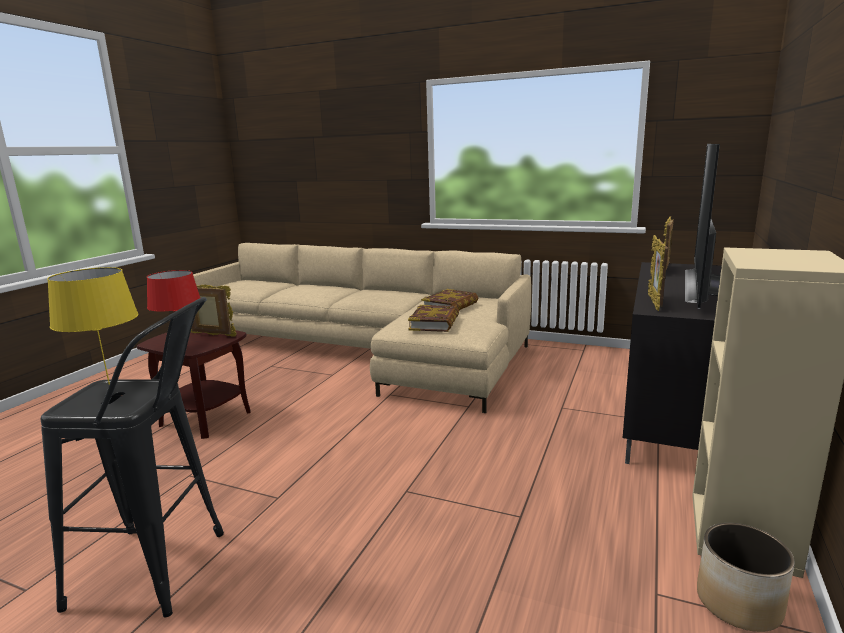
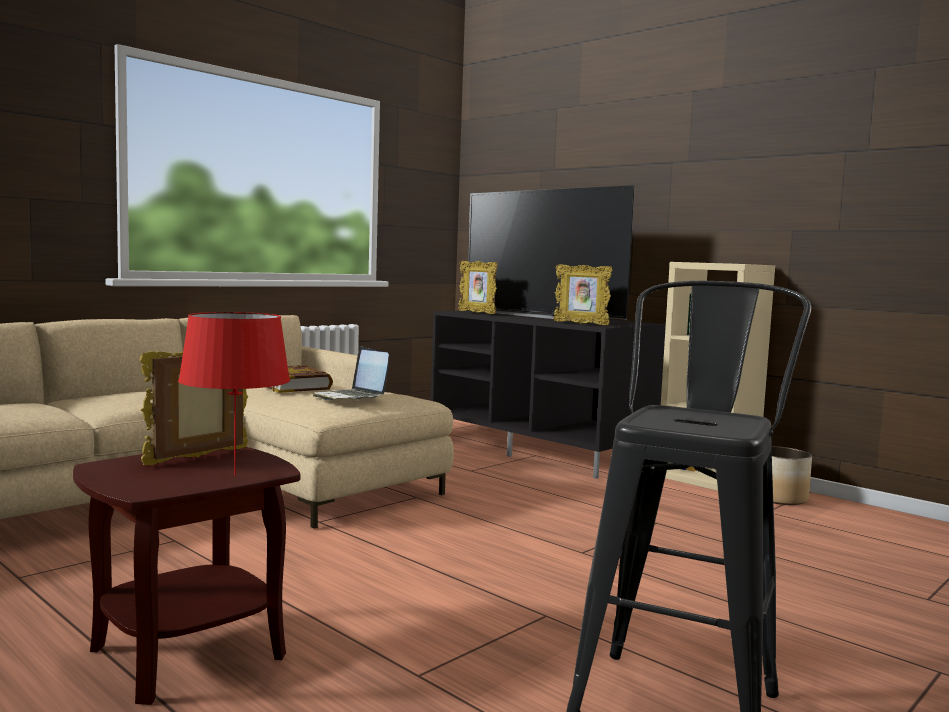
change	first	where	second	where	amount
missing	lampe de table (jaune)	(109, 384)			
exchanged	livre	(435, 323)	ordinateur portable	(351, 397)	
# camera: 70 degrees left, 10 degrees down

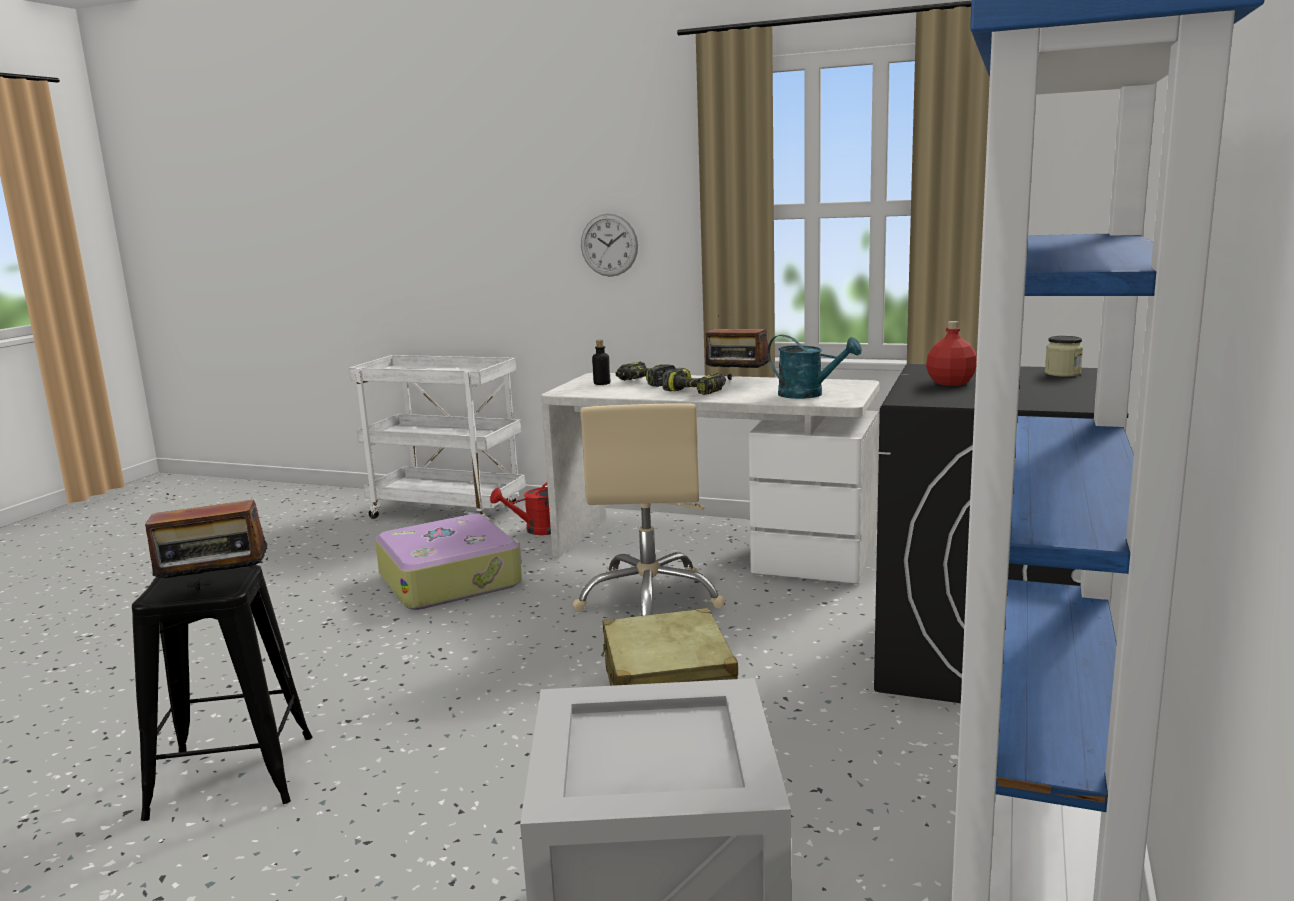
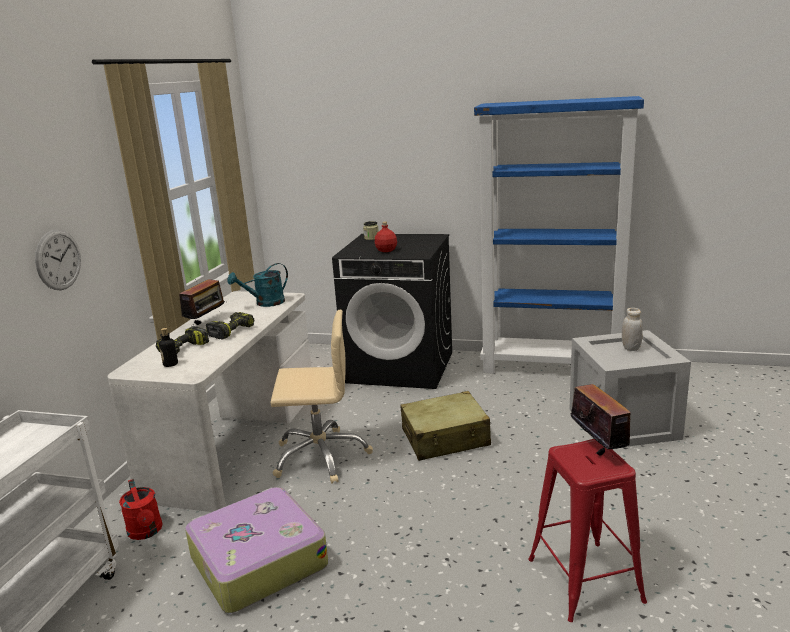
change	first	where	second	where	amount
colour	tabouret (noir)	(232, 776)	tabouret (rouge)	(584, 580)	
spun	arrosoir (turquoise)	(808, 394)		(265, 303)	150 degrees counterclockwise
appeared			bocal (blanc)	(631, 348)	
# camera: 95 degrees left, 5 degrees up

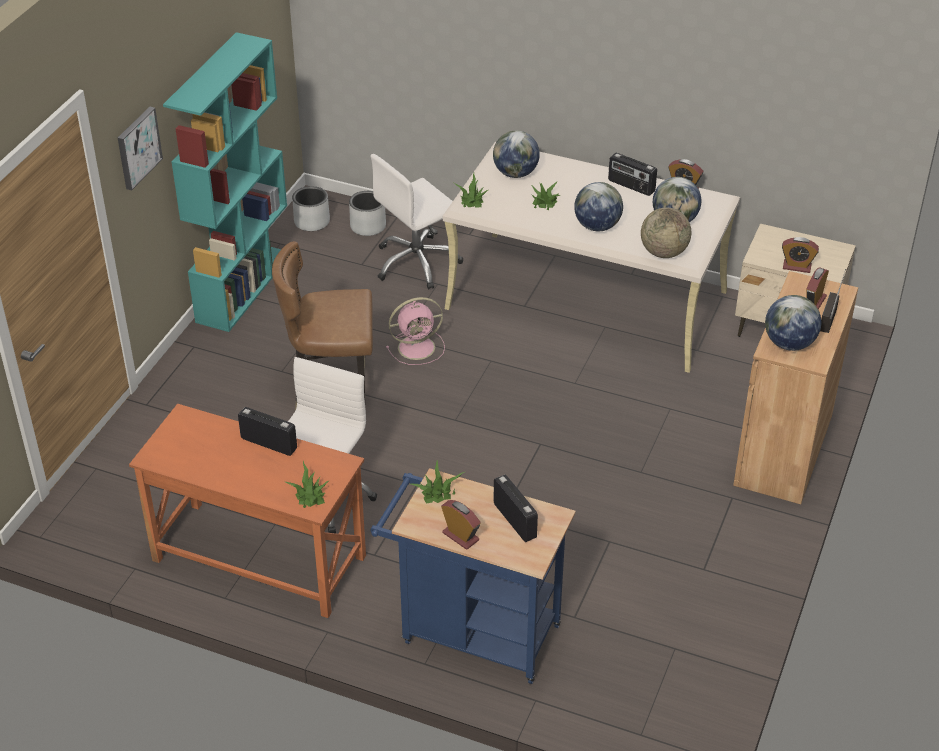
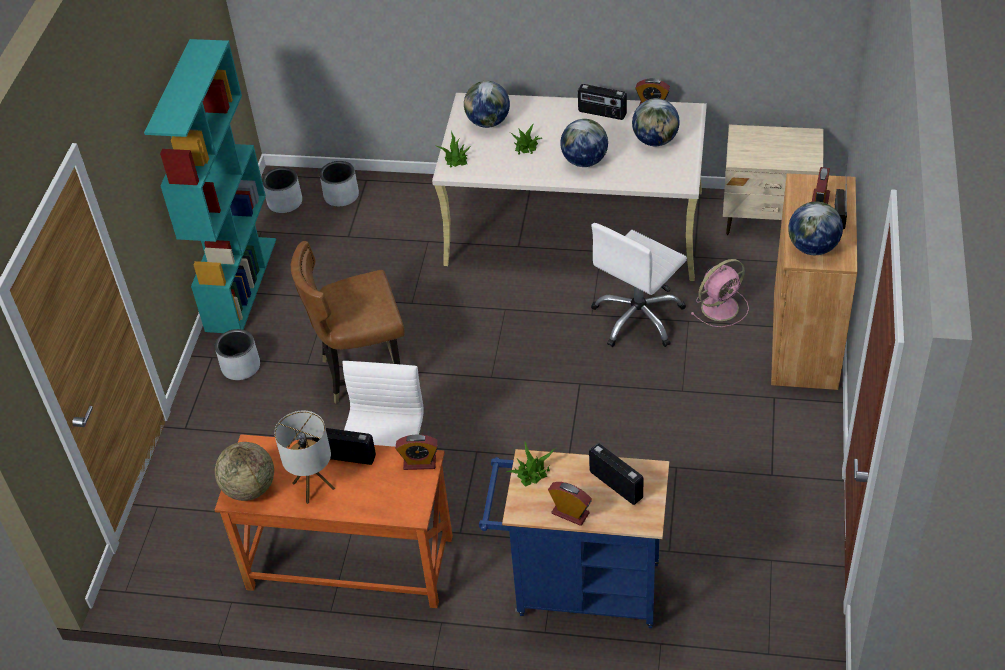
change	first	where	second	where	amount
missing	tableau	(137, 147)			
missing	plante en pot	(310, 495)			
relocated	chaise de bureau (blanc)	(417, 263)		(638, 318)	
relocated	ventilateur (rose)	(418, 347)		(721, 307)	
relocated	globe	(663, 252)		(249, 488)	
relocated	réveil	(797, 267)		(419, 463)	
appeared			cache-pot (gris)	(241, 366)	
appeared			lampe de table	(313, 485)	
# camera: 10 degrees left, 5 degrees up

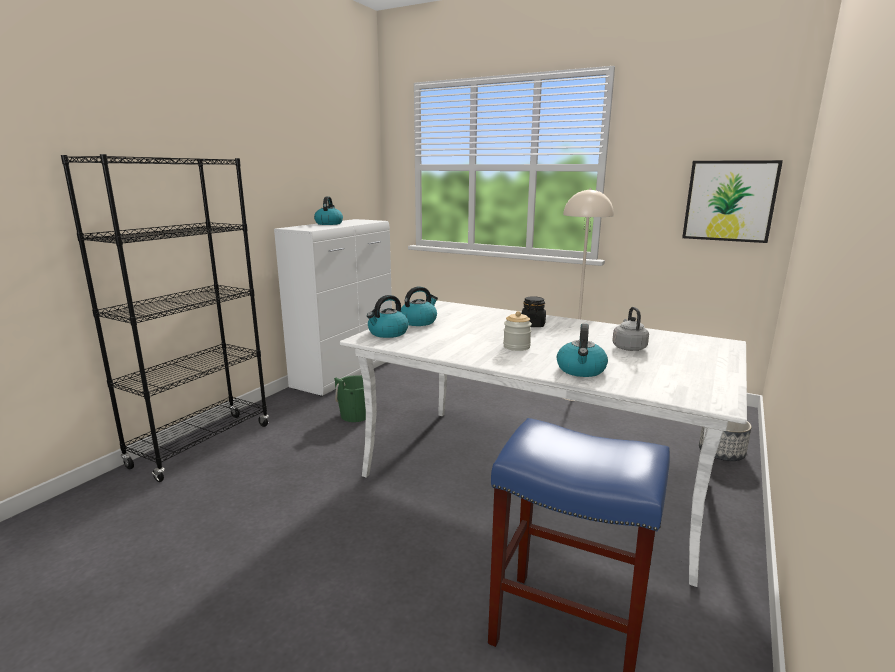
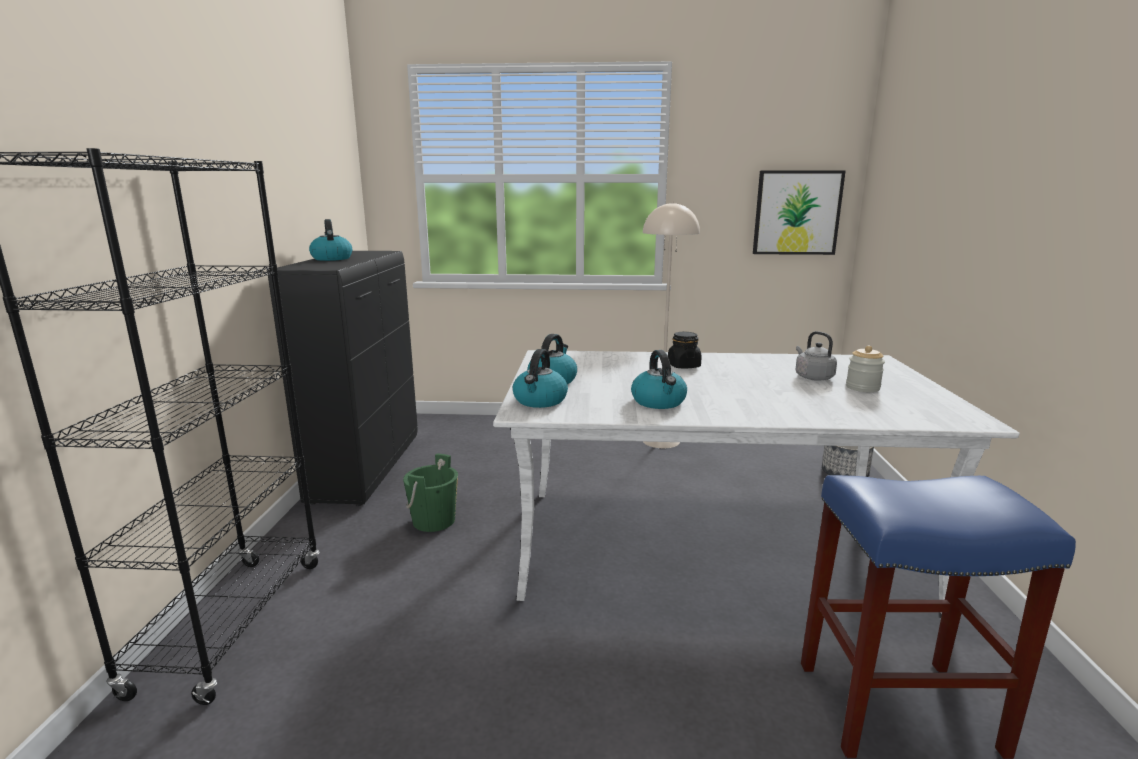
change	first	where	second	where	amount
colour	meuble de rangement (blanc)	(345, 374)	meuble de rangement (noir)	(367, 468)	
relocated	bocal	(516, 347)		(862, 387)	
relocated	bouilloire	(581, 370)		(659, 402)	
# camera: 25 degrees left, 0 degrees up

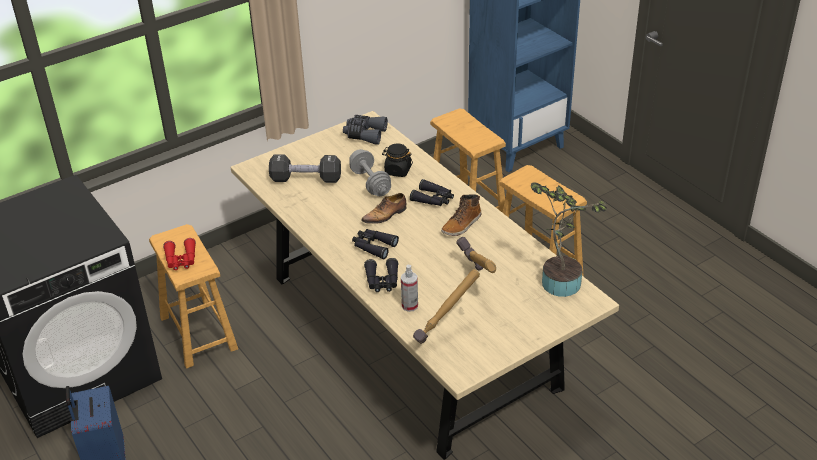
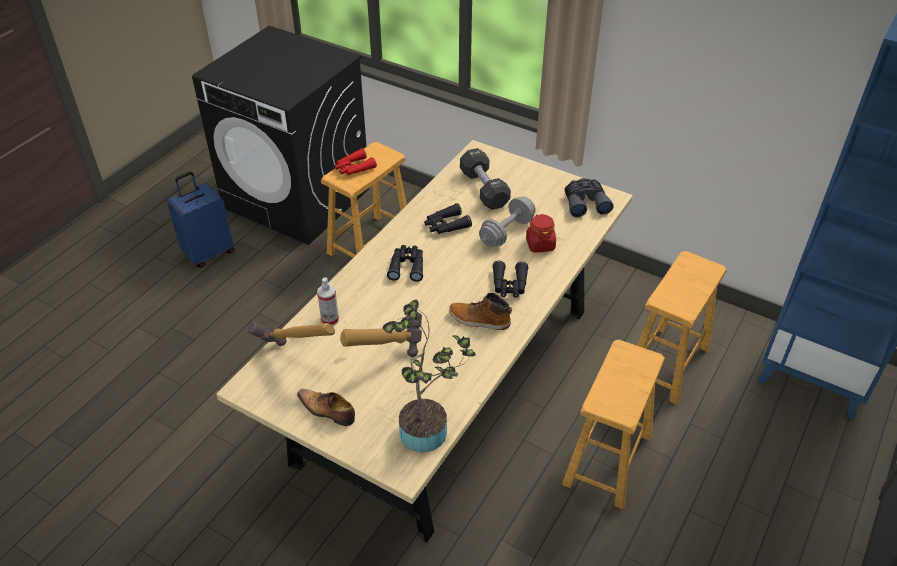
change	first	where	second	where	amount
relocated	chaussure	(385, 215)		(327, 411)	
relocated	jumelles (noir)	(382, 281)		(446, 225)	
colour	bocal (noir)	(397, 171)	bocal (rouge)	(540, 244)	
# camera: 65 degrees right, 5 degrees up

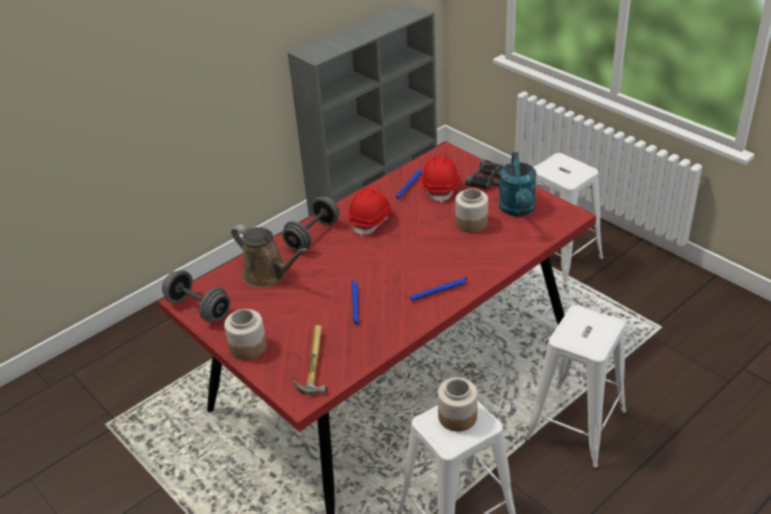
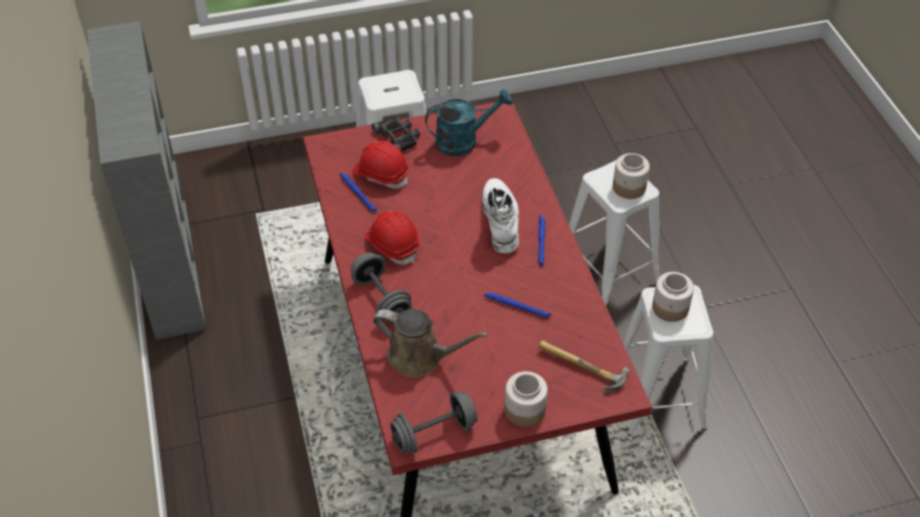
change	first	where	second	where	amount
spun	arrosoir (marron)	(268, 275)		(420, 357)	45 degrees clockwise
relocated	bocal	(471, 223)		(629, 187)	
spun	arrosoir (turquoise)	(518, 210)		(464, 140)	45 degrees counterclockwise
appeared			botte (blanc)	(500, 219)	
# camera: 65 degrees left, 10 degrees up

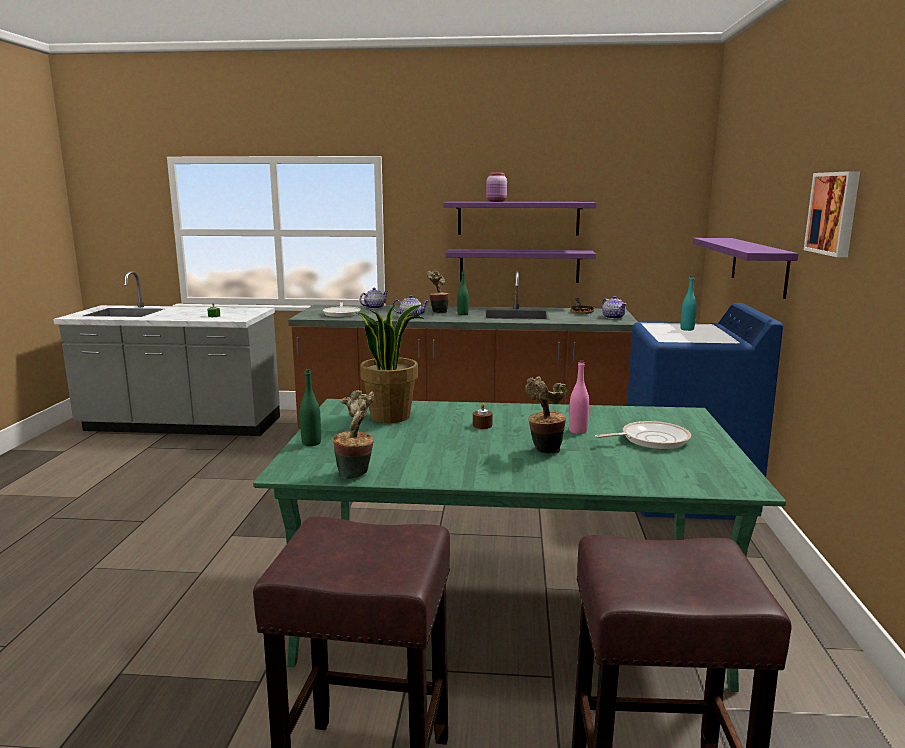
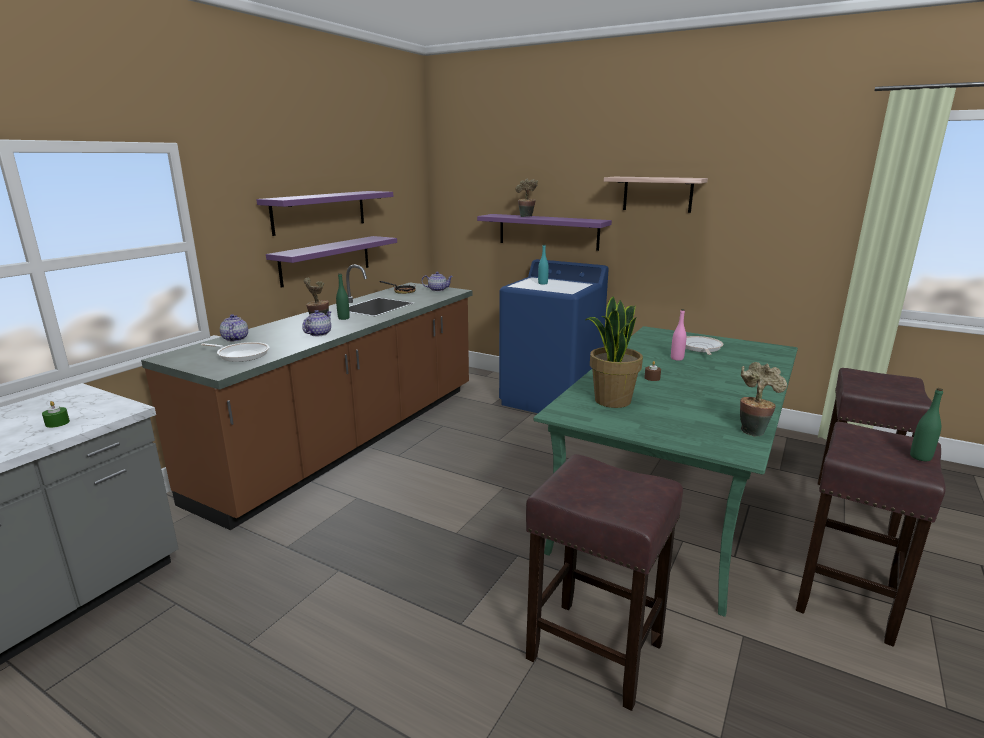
change	first	where	second	where	amount
relocated	bouteille (vert)	(311, 443)		(920, 457)	
missing	bocal (rose)	(496, 201)			
relocated	plante en pot	(544, 451)		(526, 217)	
exchanged	tableau	(835, 213)	étagère	(657, 194)	
appeared			tabouret (marron)	(592, 650)	
# camera: 65 degrees left, 5 degrees up

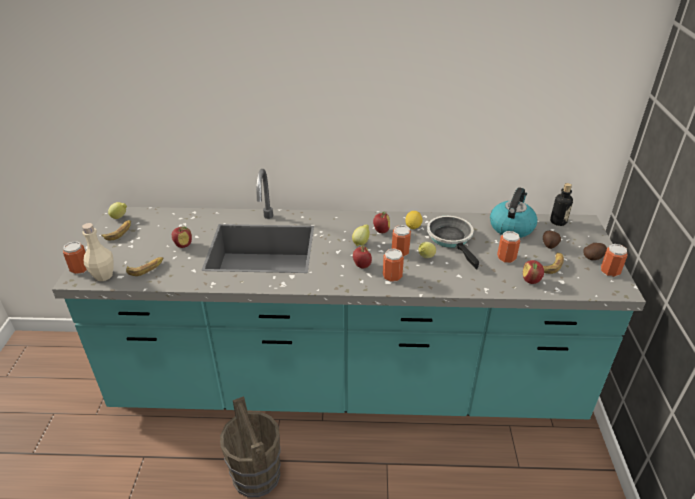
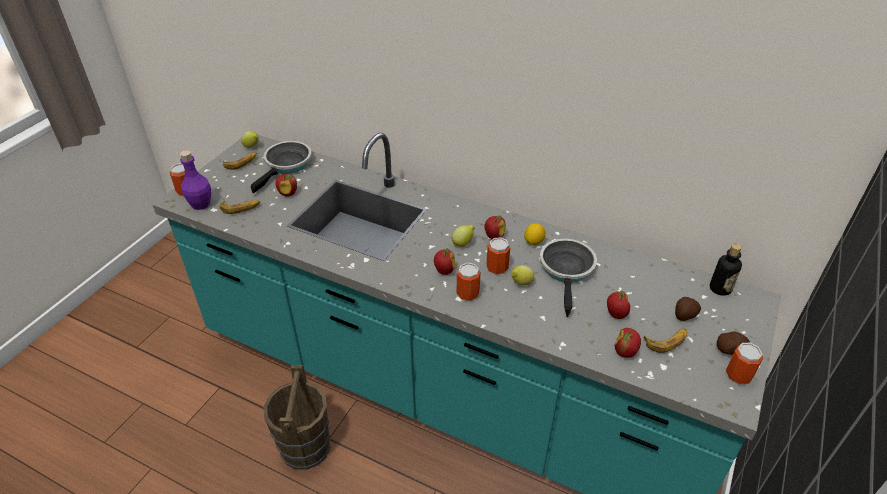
change	first	where	second	where	amount
colour	bouteille (beige)	(103, 275)	bouteille (violet)	(201, 204)	
missing	bouilloire	(511, 227)			
exchanged	boîte métallique	(506, 258)	pomme	(616, 314)	
appeared			poêle	(286, 165)	
# camera: 25 degrees right, 5 degrees up

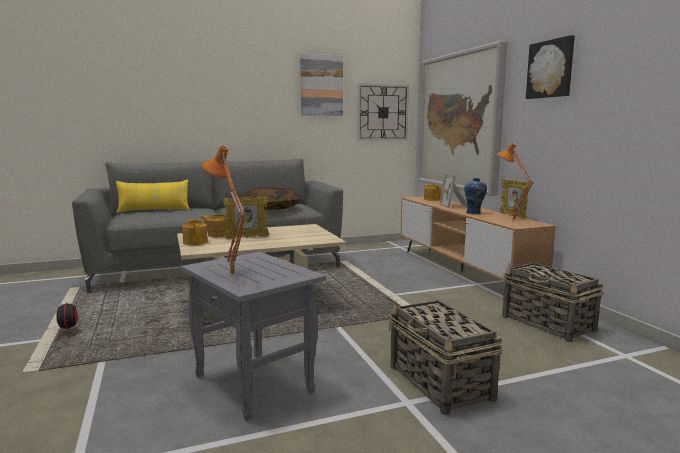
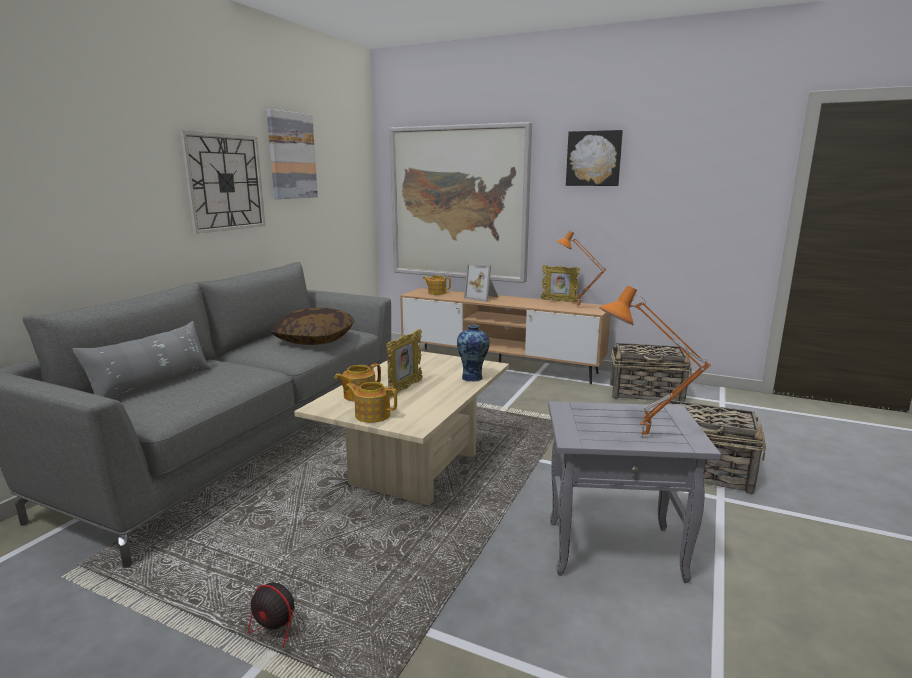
change	first	where	second	where	amount
colour	coussin (jaune)	(154, 210)	coussin (gris)	(153, 385)	
relocated	horloge murale	(382, 112)		(225, 182)	
relocated	vase	(474, 213)		(473, 377)	
# camera: 45 degrees left, 5 degrees up

